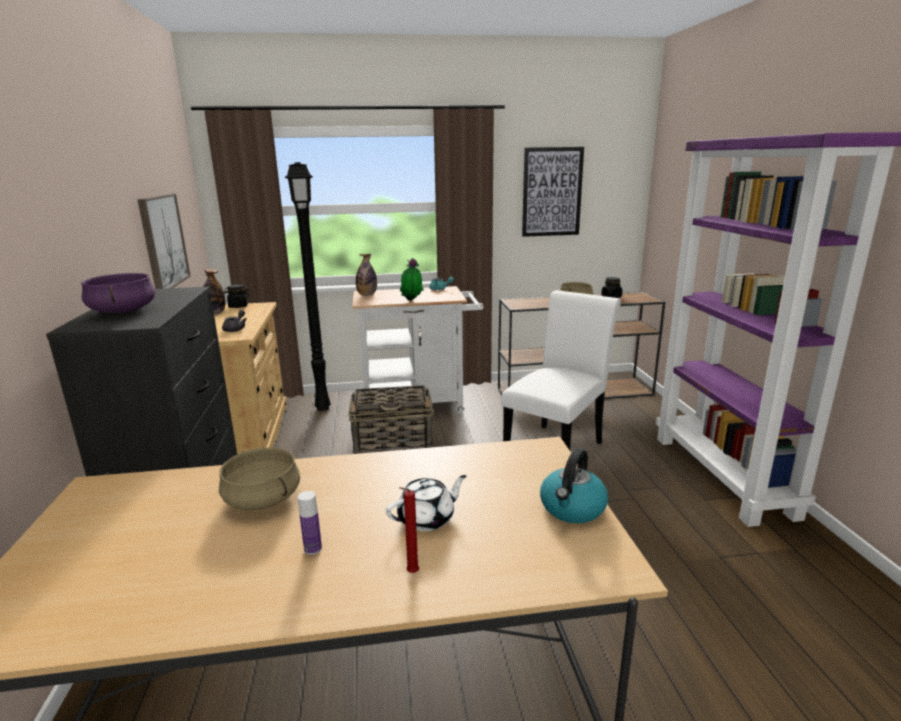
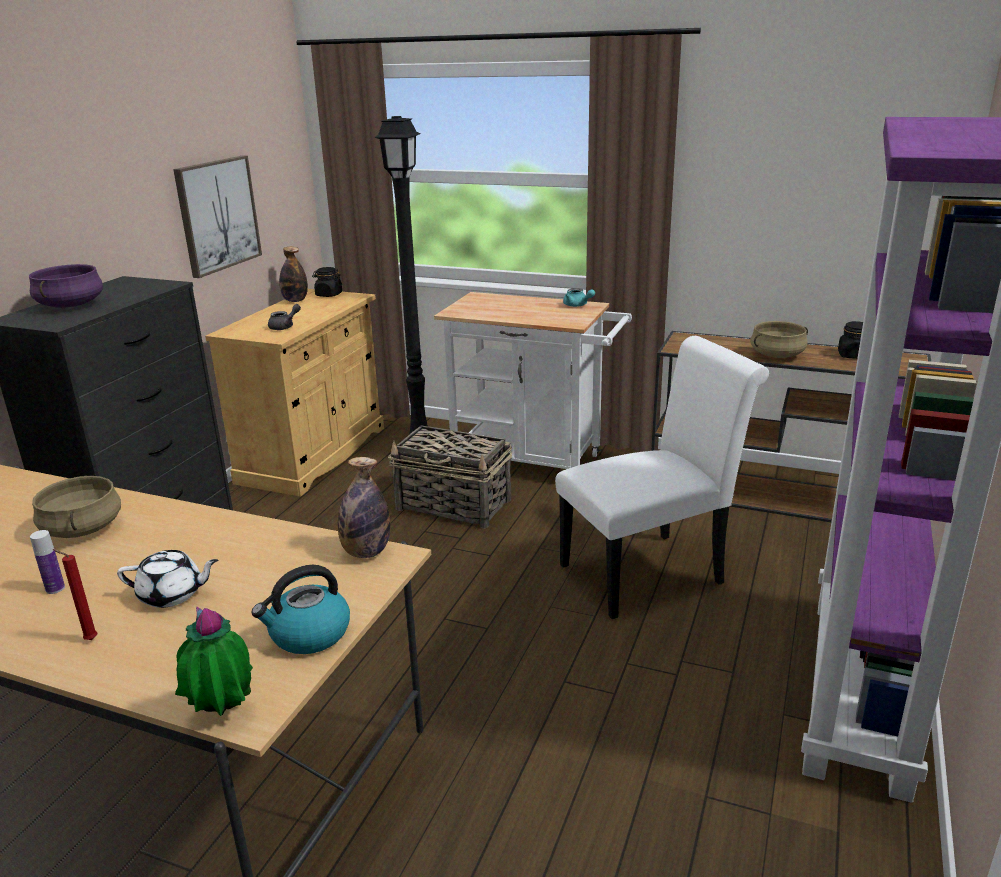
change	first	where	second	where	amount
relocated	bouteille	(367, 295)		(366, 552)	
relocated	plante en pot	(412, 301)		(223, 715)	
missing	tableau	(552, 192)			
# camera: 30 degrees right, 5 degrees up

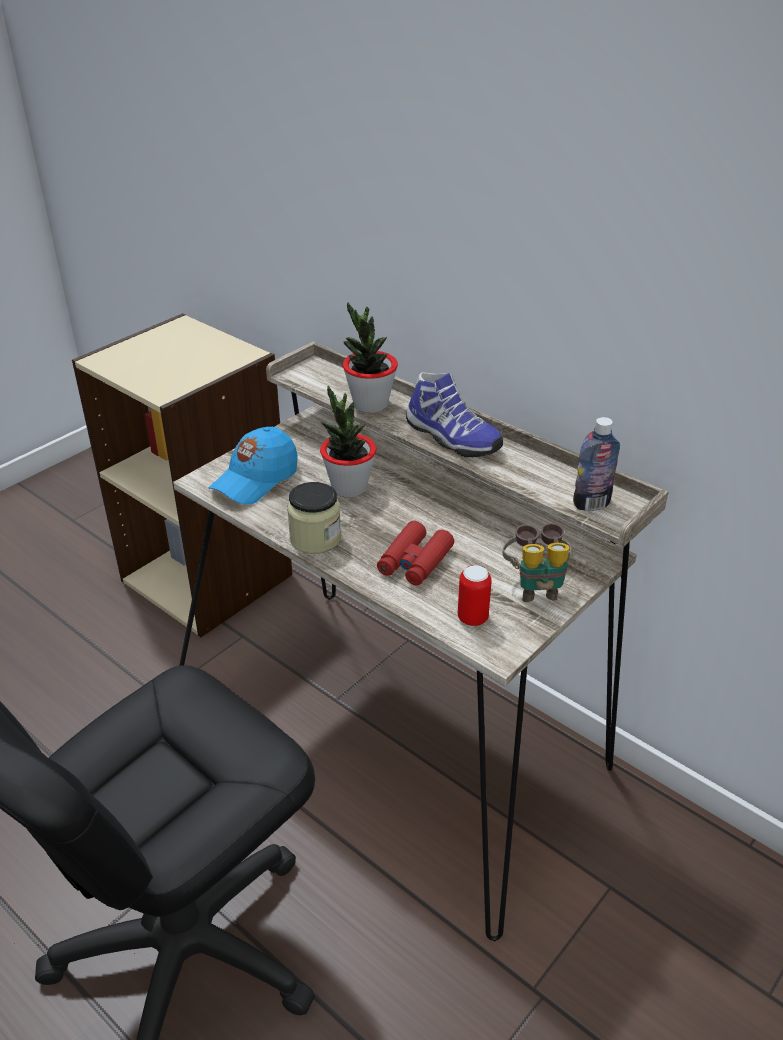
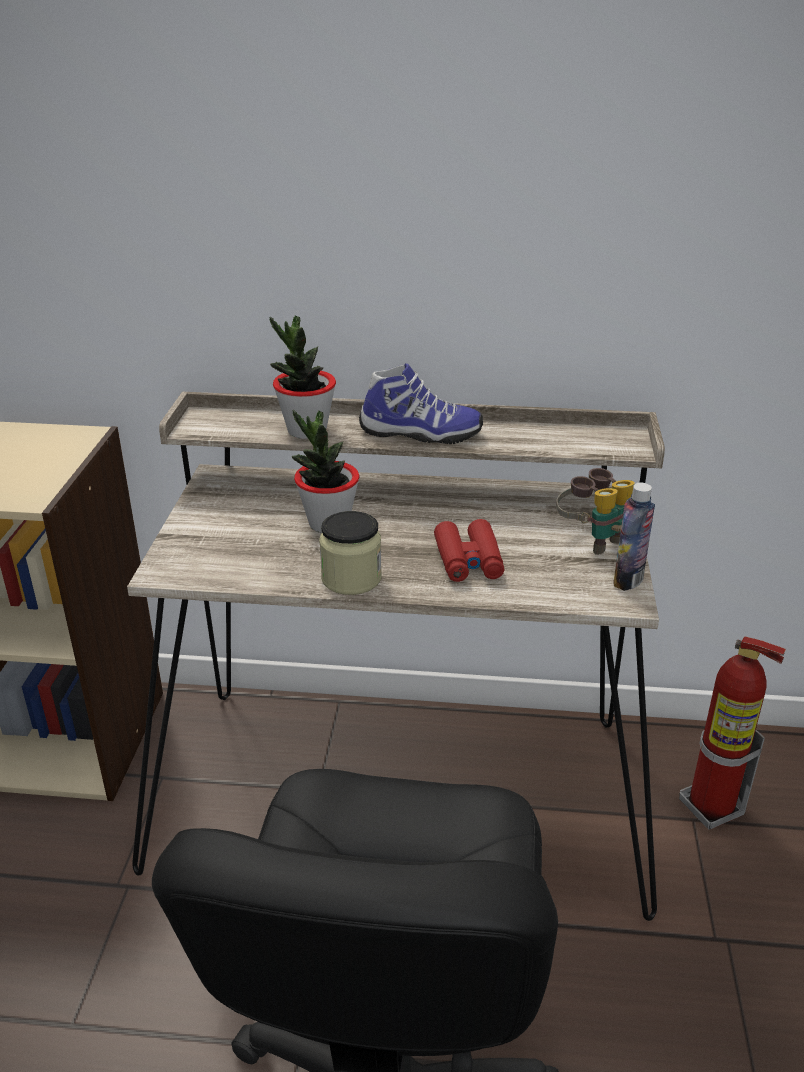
change	first	where	second	where	amount
missing	casquette (bleu)	(255, 480)			
missing	boîte métallique	(472, 618)			
relocated	bouteille	(591, 504)		(628, 580)	
appeared			extincteur	(711, 808)	
# camera: 35 degrees left, 5 degrees down

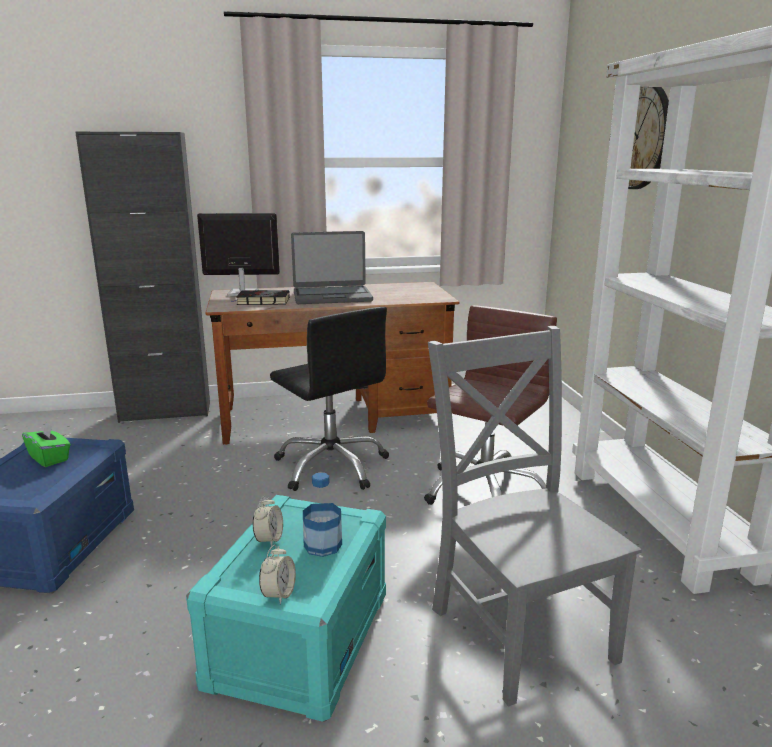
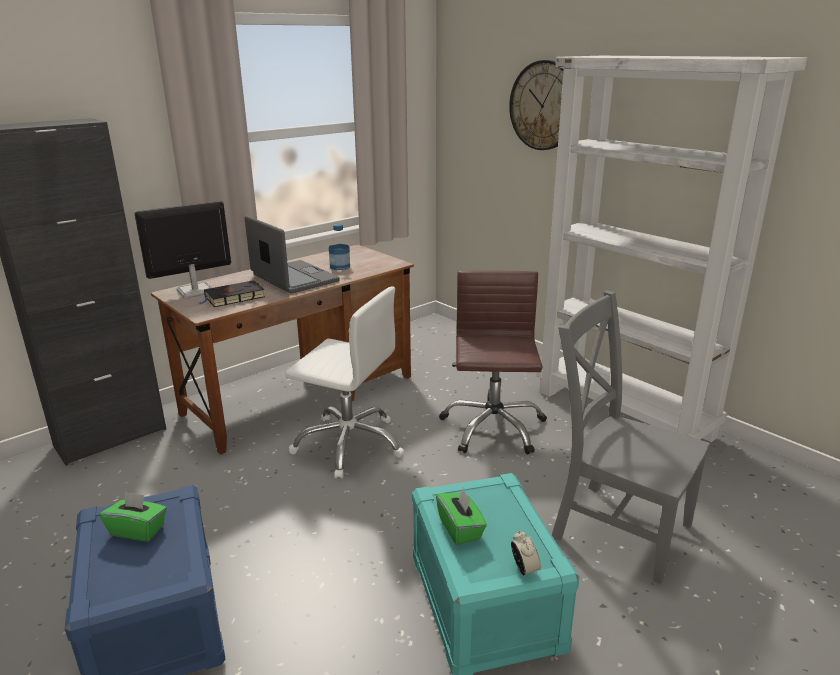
change	first	where	second	where	amount
exchanged	réveil	(269, 539)	boîte à mouchoirs (vert)	(460, 529)	
colour	chaise de bureau (noir)	(332, 466)	chaise de bureau (blanc)	(349, 444)	
spun	ordinateur portable	(332, 296)		(294, 278)	90 degrees counterclockwise
relocated	bouteille	(323, 545)		(340, 267)	
# camera: 30 degrees left, 5 degrees up

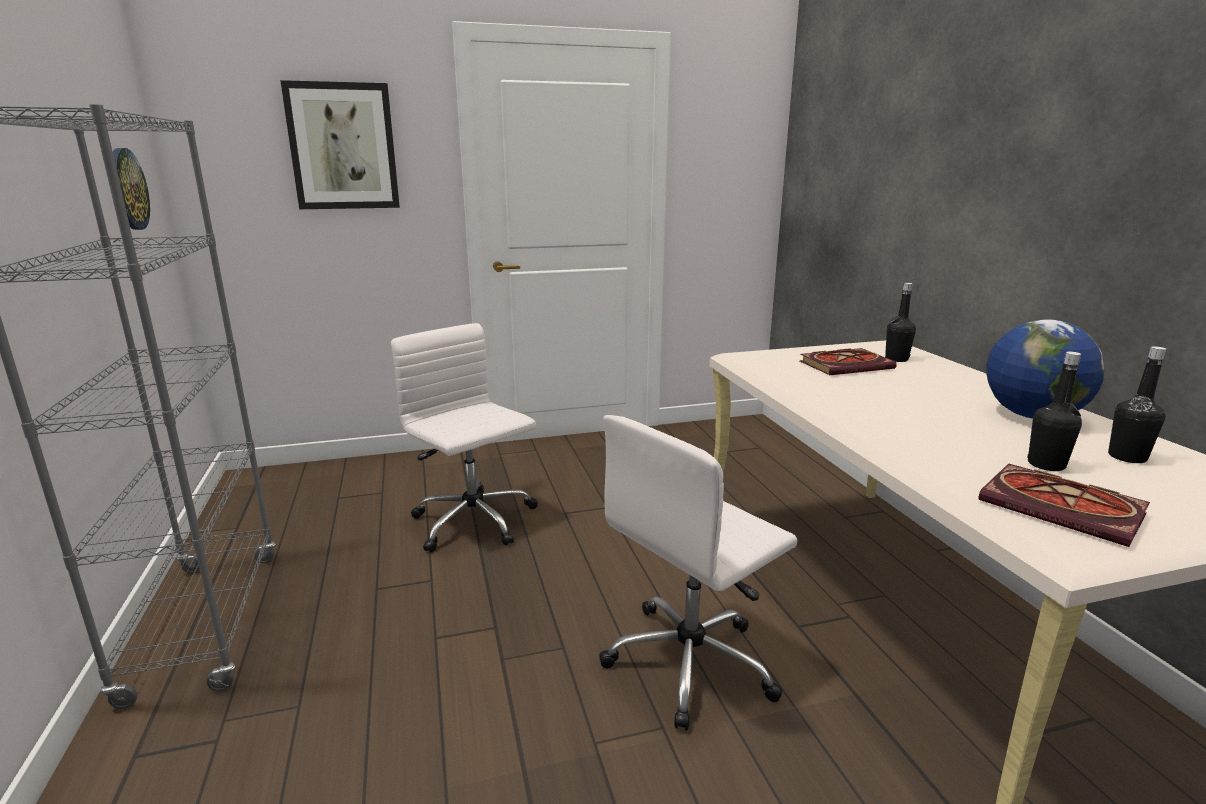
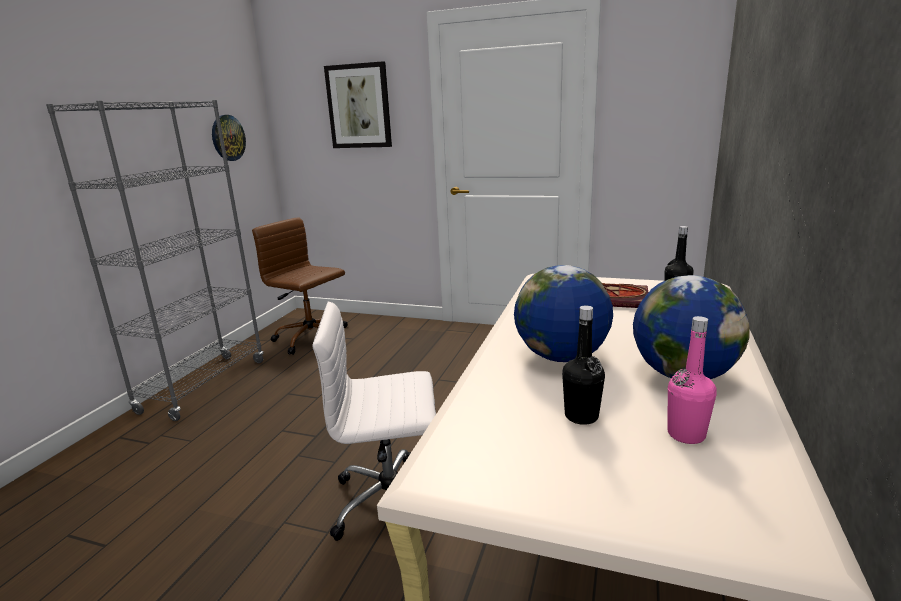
change	first	where	second	where	amount
missing	chaise de bureau (blanc)	(475, 522)			
missing	livre	(1065, 509)			
colour	bouteille (noir)	(1127, 457)	bouteille (rose)	(686, 434)	
appeared			chaise de bureau (marron)	(312, 338)	
appeared			globe	(561, 357)	
# camera: 35 degrees right, 0 degrees up

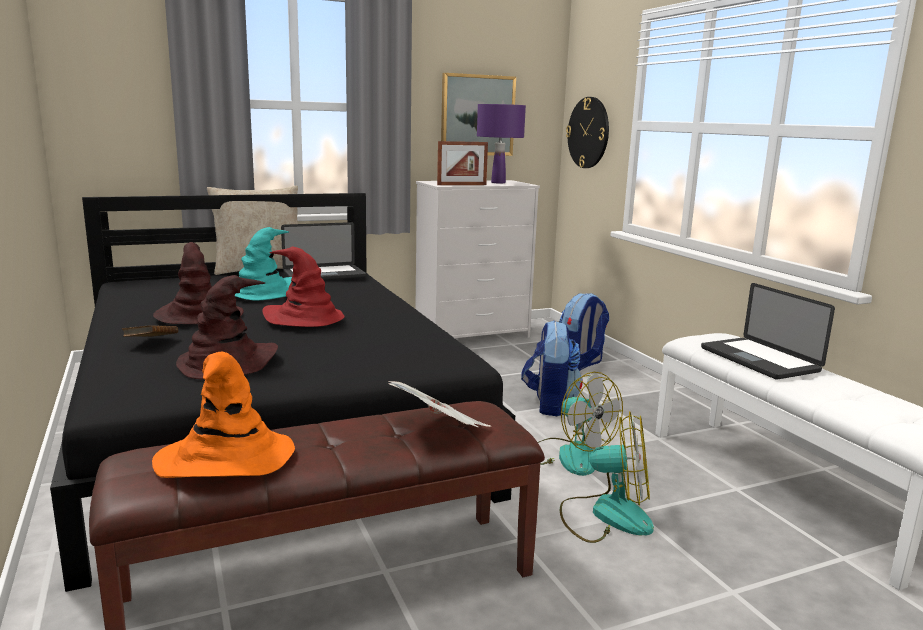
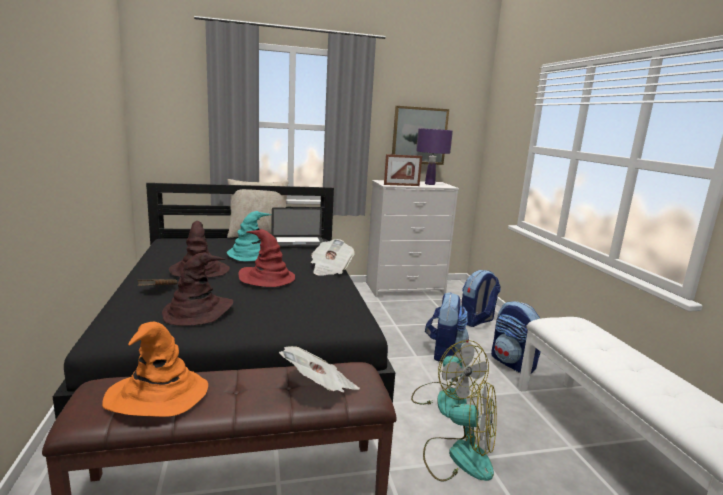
change	first	where	second	where	amount
missing	horloge murale	(588, 132)			
missing	ordinateur portable	(759, 360)			
appeared			journal	(330, 269)	
appeared			sac à dos	(513, 363)	
# camera: 10 degrees right, 0 degrees up

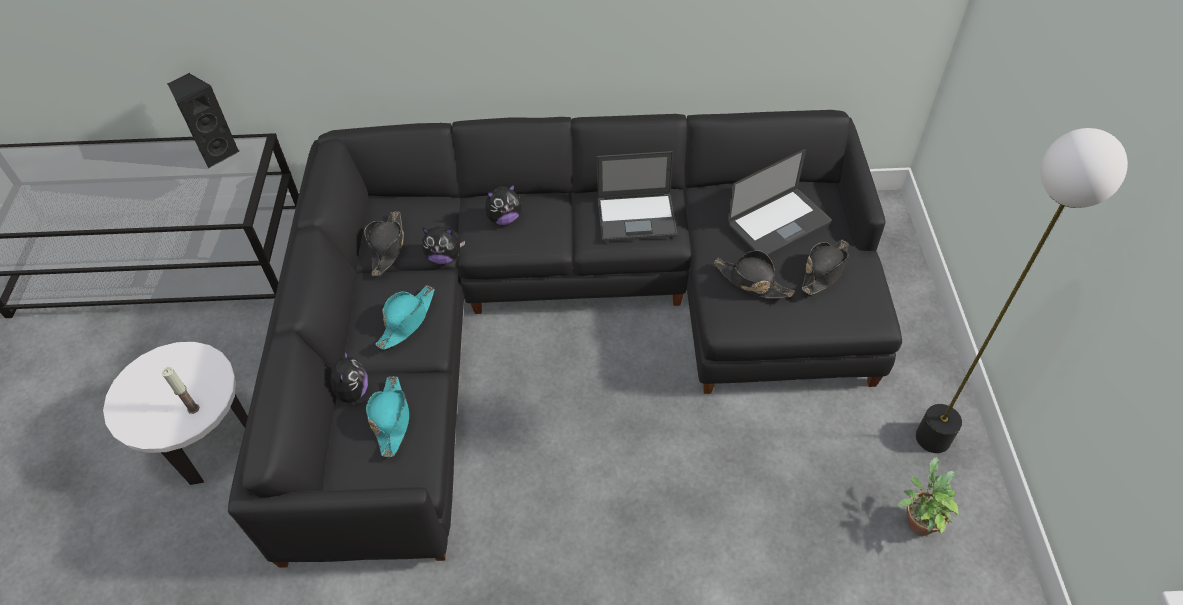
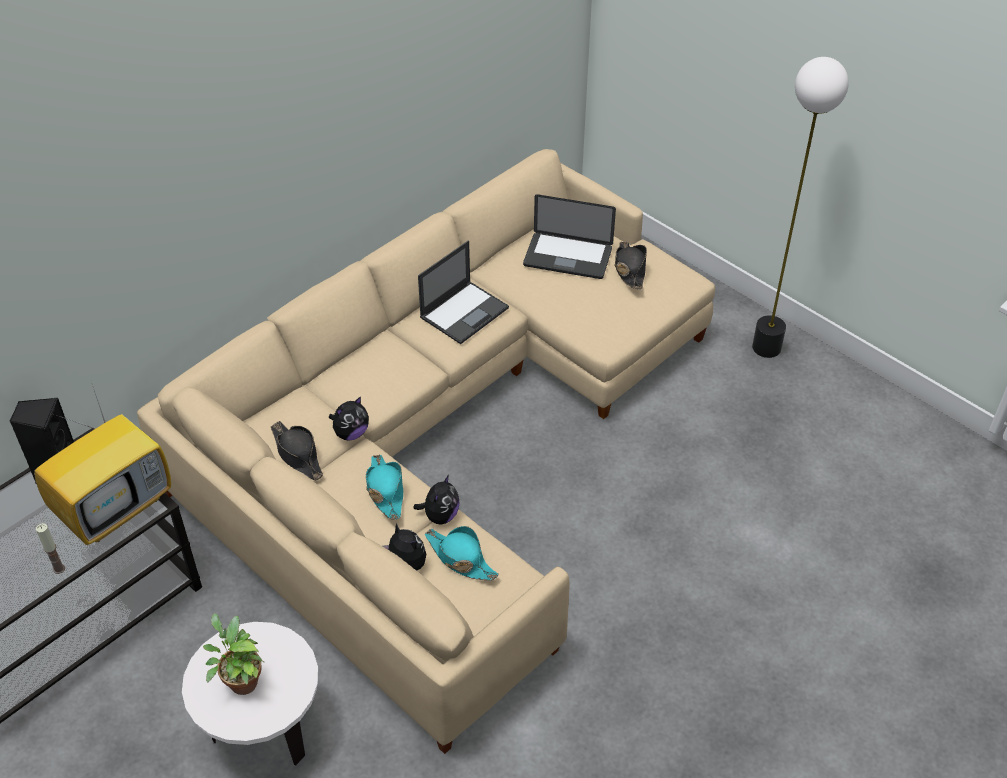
change	first	where	second	where	amount
relocated	bougie	(193, 408)		(59, 569)	
colour	canapé (noir)	(560, 316)	canapé (beige)	(442, 438)	
relocated	peluche	(504, 218)		(440, 516)	
missing	chapeau (noir)	(751, 281)			
spun	ordinateur portable	(778, 224)		(567, 257)	90 degrees clockwise
relocated	plante en pot	(918, 520)		(240, 681)	
appeared			téléviseur	(116, 506)	
# camera: 45 degrees left, 5 degrees down

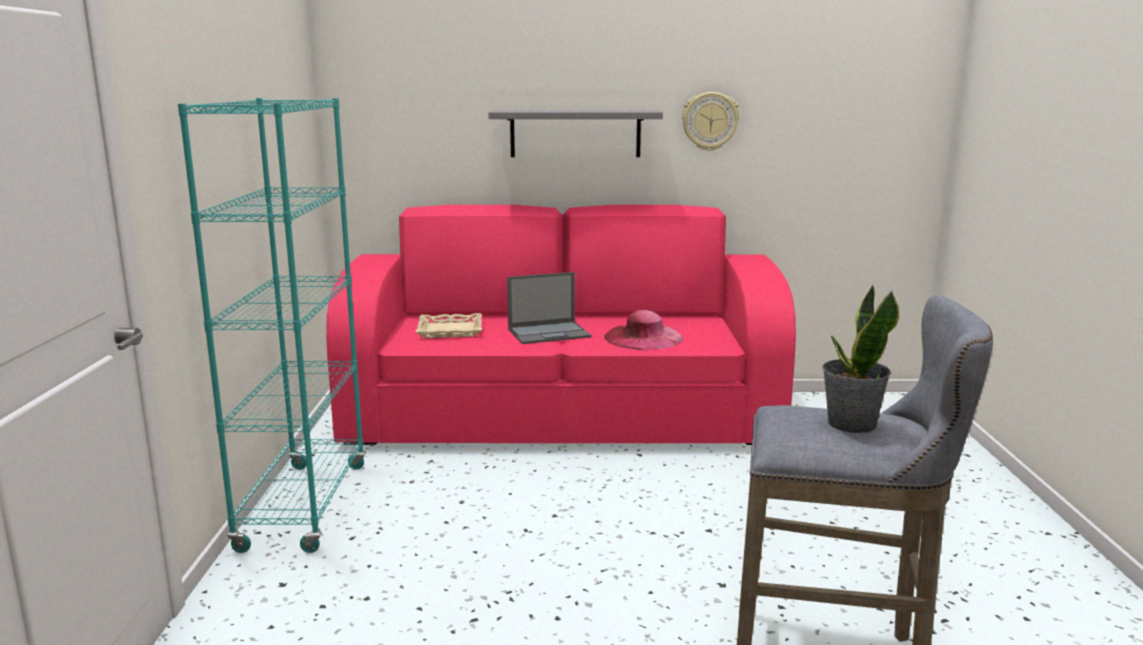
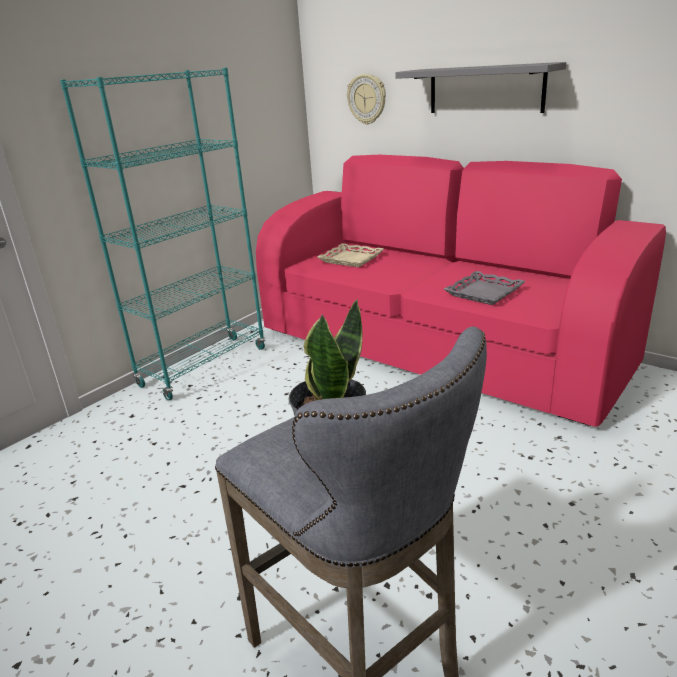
change	first	where	second	where	amount
missing	ordinateur portable	(550, 333)			
exchanged	chapeau (rose)	(643, 337)	plateau (gris)	(483, 292)	
relocated	horloge murale	(710, 121)		(367, 99)	
# camera: 40 degrees right, 10 degrees up

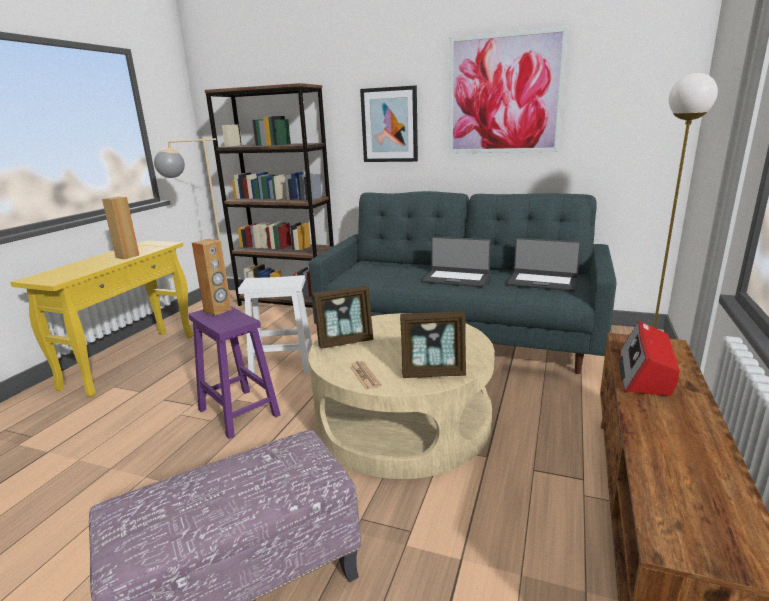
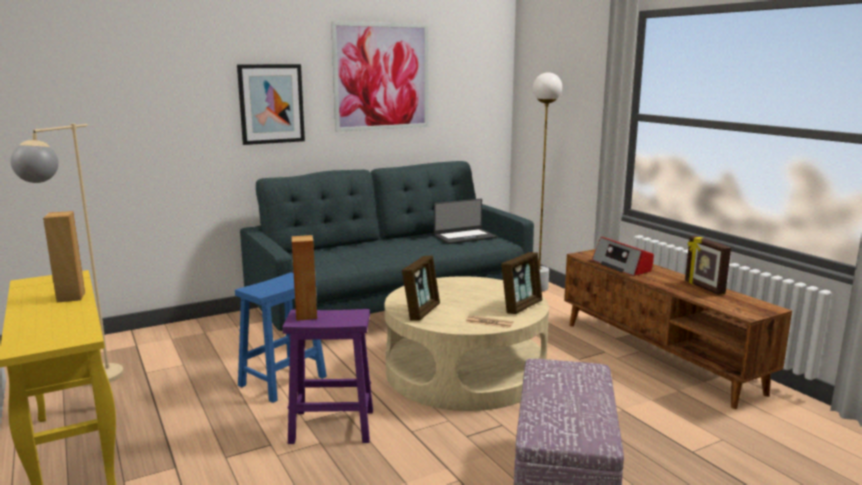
change	first	where	second	where	amount
missing	bibliothèque (marron)	(288, 303)			
colour	tabouret (blanc)	(284, 363)	tabouret (bleu)	(283, 380)	
missing	ordinateur portable	(456, 278)			
appeared			cadre photo	(703, 288)	
# camera: 50 degrees left, 5 degrees down

